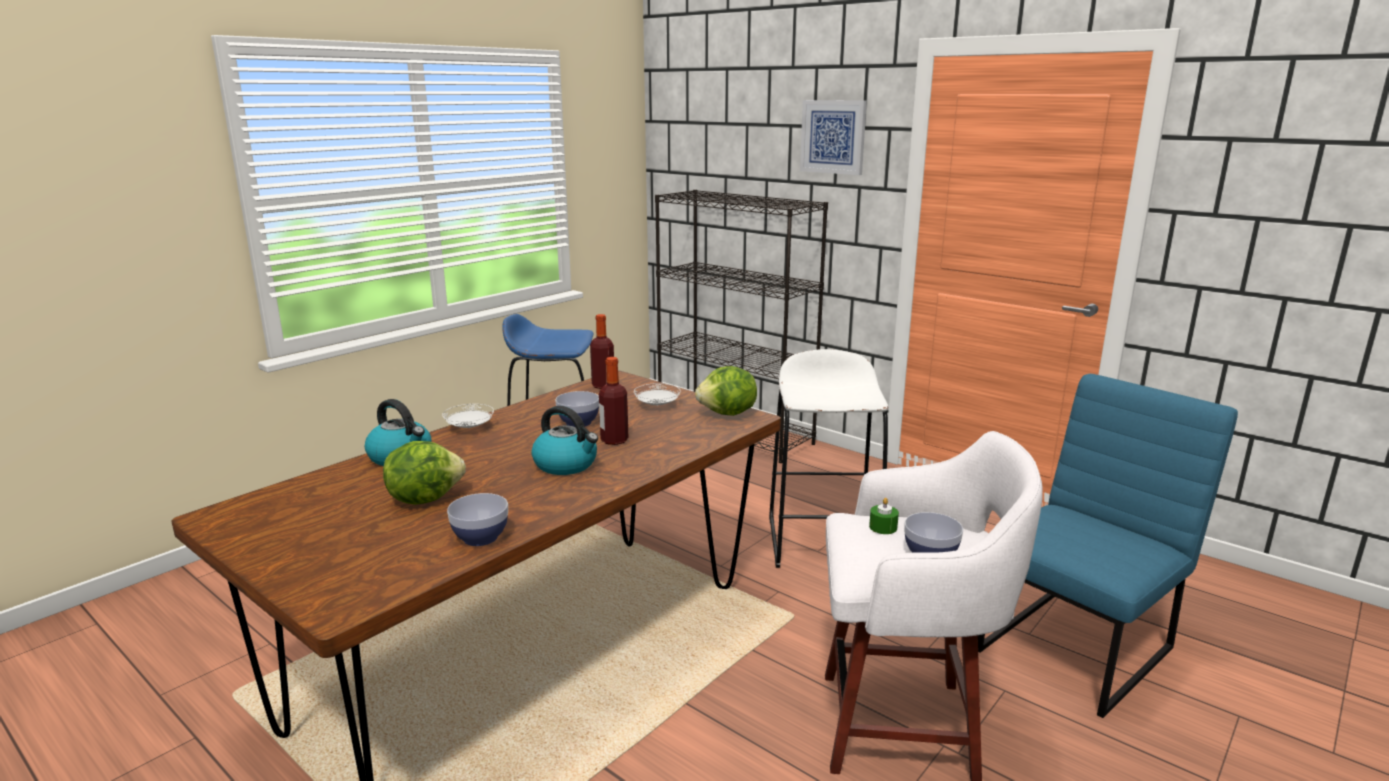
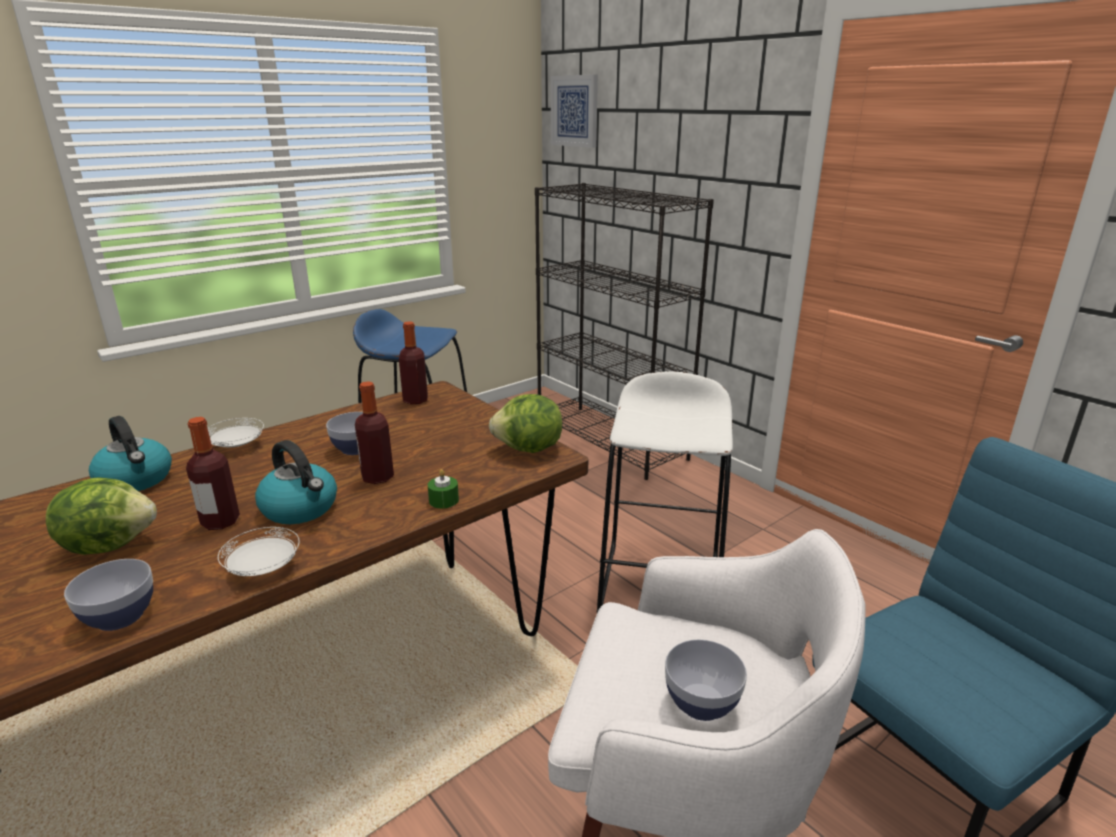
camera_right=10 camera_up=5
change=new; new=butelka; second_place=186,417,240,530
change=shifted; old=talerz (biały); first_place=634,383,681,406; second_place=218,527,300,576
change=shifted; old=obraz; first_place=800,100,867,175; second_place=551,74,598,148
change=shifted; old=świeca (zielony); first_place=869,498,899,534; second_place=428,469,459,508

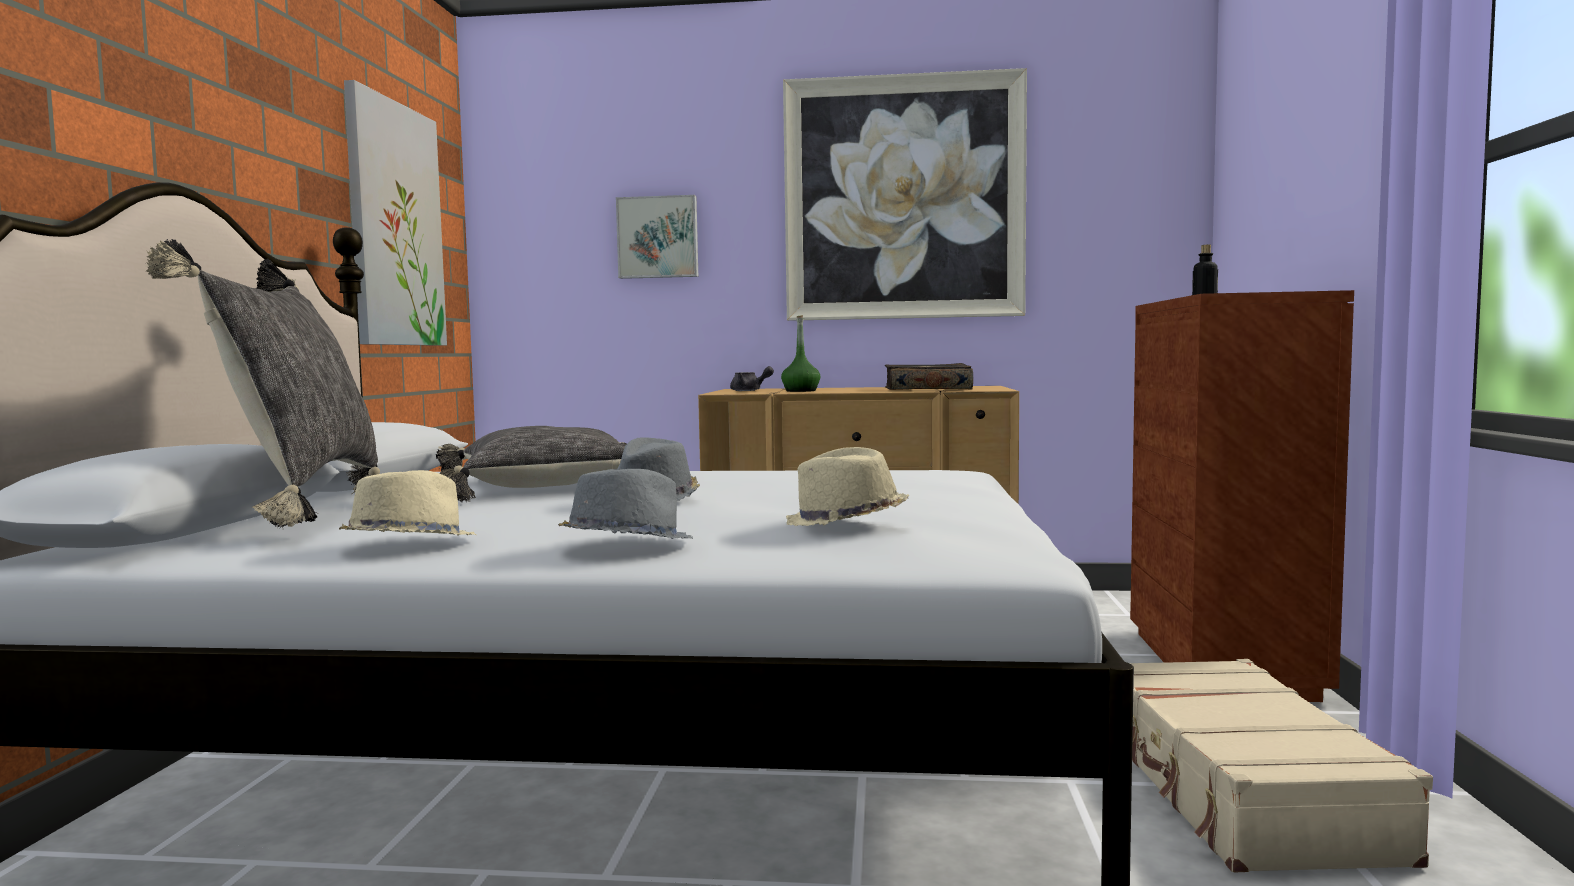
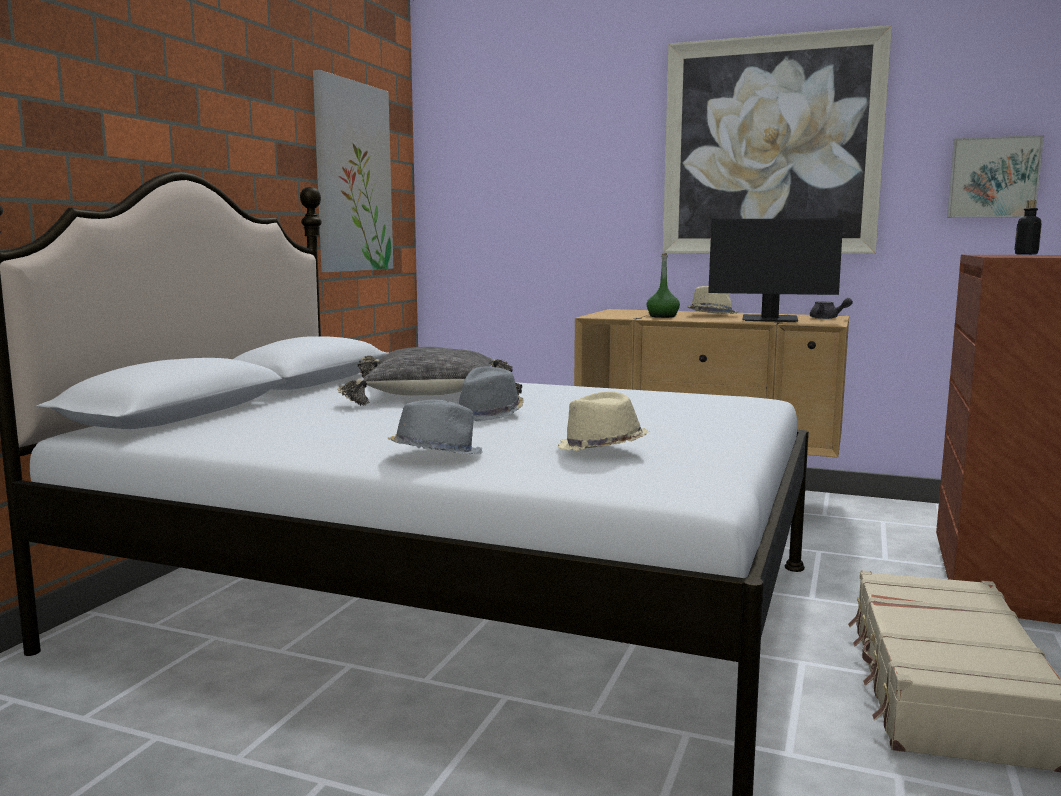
camera_right=15 camera_up=5
change=gone; old=poduszka; first_place=145,239,380,529
change=shifted; old=kapelusz (beżowy); first_place=339,470,476,535; second_place=688,286,738,314
change=shifted; old=obraz; first_place=616,195,698,279; second_place=947,135,1044,218
change=shifted; old=imbryk (szary); first_place=730,366,774,391; second_place=810,298,853,319
change=swapped; old=książka; new=monitor; first_place=885,363,973,390; second_place=708,218,843,322

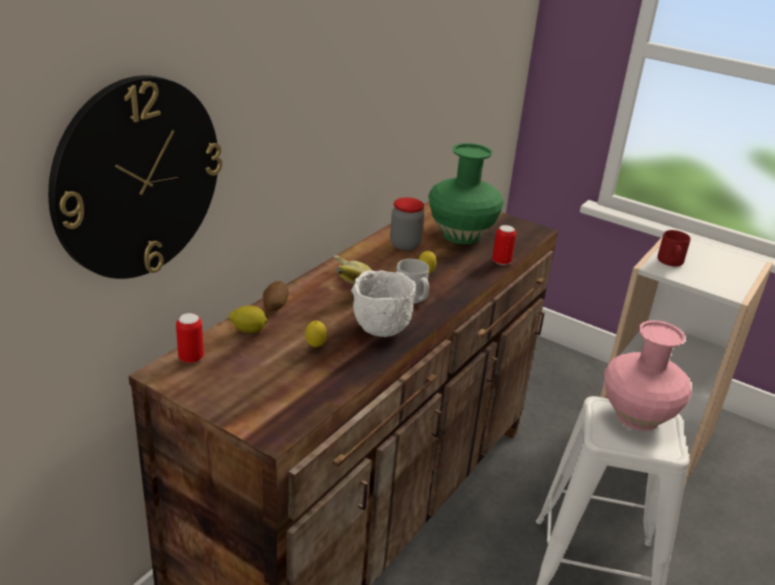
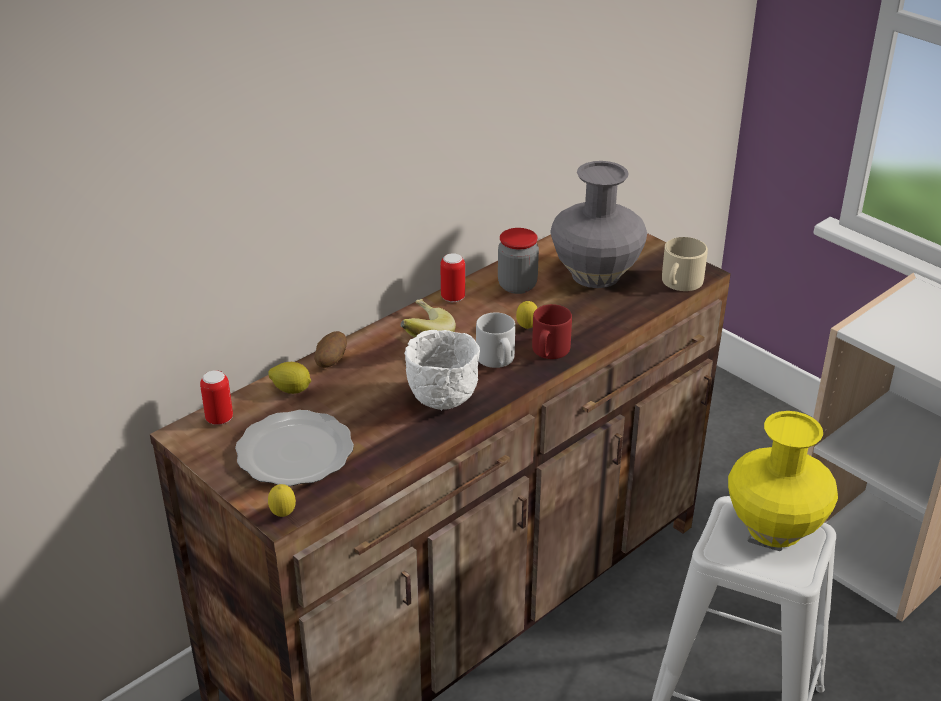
camera_right=15 camera_up=5
change=gone; old=zegar ścienny; first_place=48,75,222,279
change=new; new=talerz; second_place=235,410,354,486
change=new; new=kubek (beżowy); second_place=662,237,708,291
change=shifted; old=cytryna; first_place=305,320,327,347; second_place=268,484,296,517
change=shifted; old=puszka; first_place=492,225,516,265; second_place=440,253,465,302
change=shifted; old=kubek (czerwony); first_place=657,230,691,266; second_place=532,304,572,359
change=repainted; old=wazon (zielony); new=wazon (szary); first_place=428,143,504,244; second_place=550,161,647,288
change=repainted; old=wazon (różowy); new=wazon (żółty); first_place=604,320,692,431; second_place=728,411,838,548

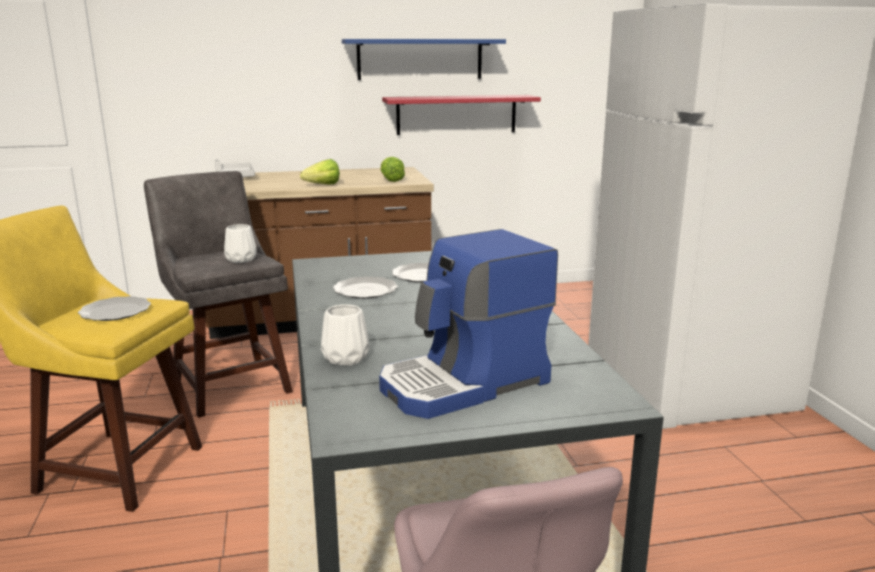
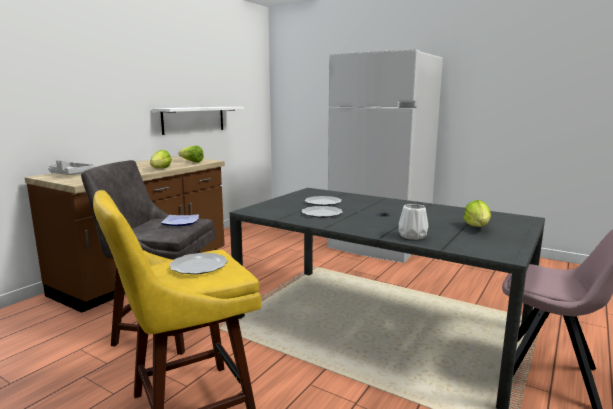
camera_right=-45 camera_up=-5
change=gone; old=półka (niebieski); first_place=342,39,506,80
change=swapped; old=wazon (biały); new=talerz; first_place=224,224,257,263; second_place=161,214,199,226
change=swapped; old=ekspres do kawy; new=sałata; first_place=379,229,558,419; second_place=463,200,491,227
change=repainted; old=półka (czerwony); new=półka (biały); first_place=382,95,541,135; second_place=152,107,244,135

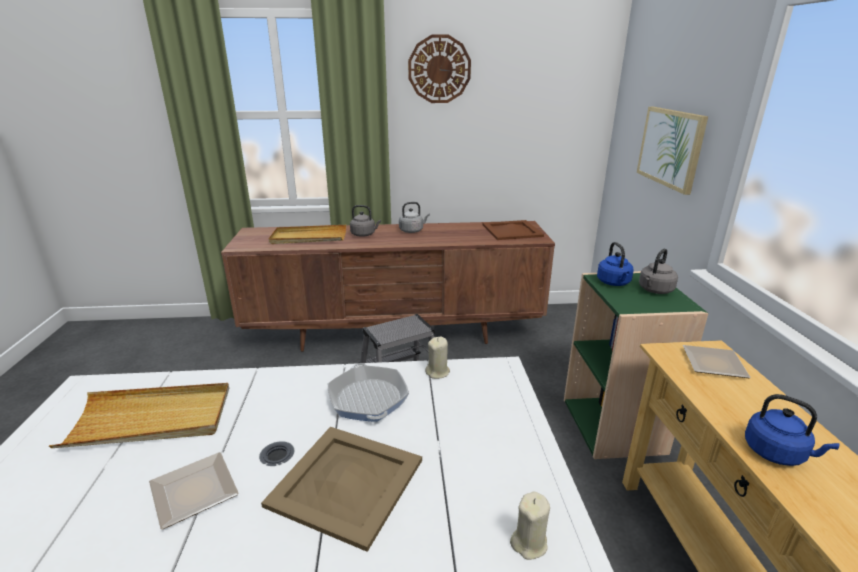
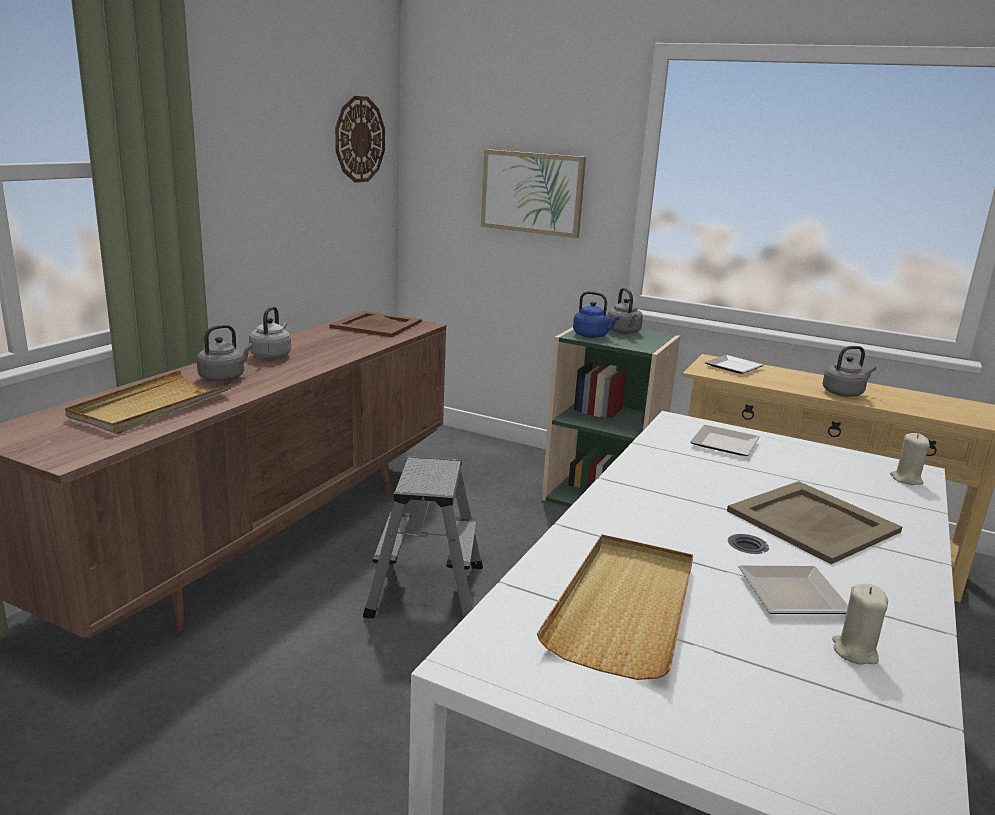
camera_right=-60 camera_up=-5
change=gone; old=patelnia; first_place=328,363,409,422
change=new; new=talerz; second_place=690,425,760,456
change=shifted; old=zegar ścienny; first_place=408,35,471,103; second_place=335,96,385,183
change=shifted; old=świeca (beżowy); first_place=425,337,450,379; second_place=832,584,888,665
change=repainted; old=czajnik (niebieski); new=czajnik (szary); first_place=745,394,840,466; second_place=822,346,876,397

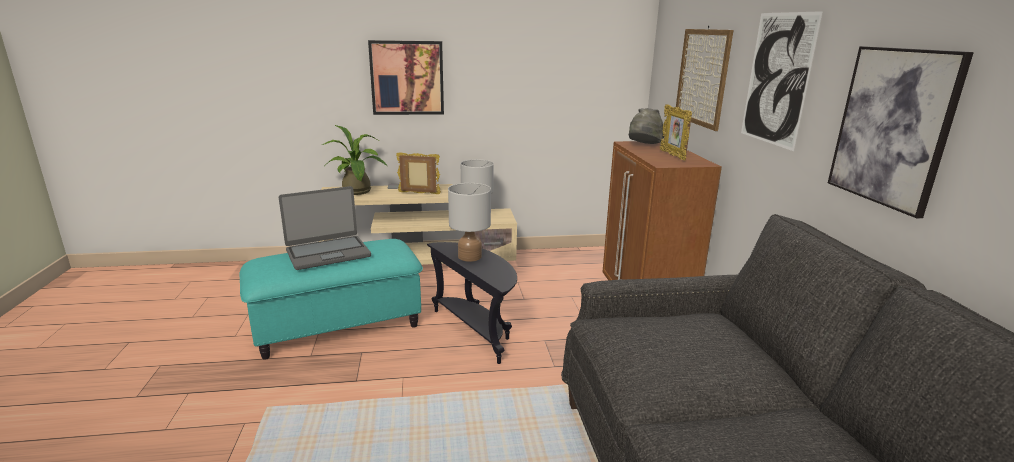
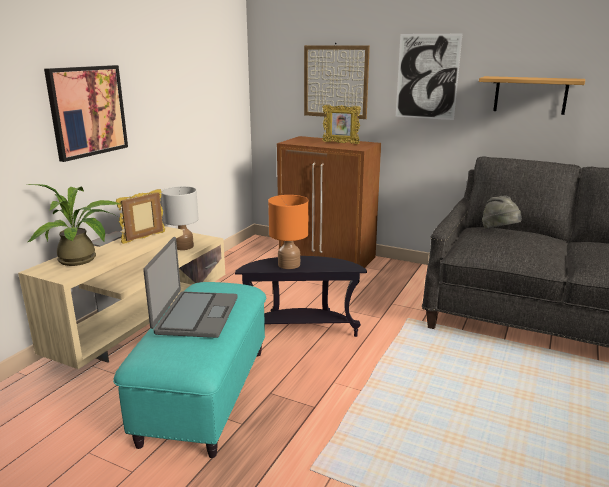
camera_right=-55 camera_up=0
change=shifted; old=kapelusz (szary); first_place=629,108,664,144; second_place=482,195,522,229
change=swapped; old=obraz; new=półka; first_place=828,46,974,218; second_place=479,76,585,115
change=repainted; old=lampa stołowa (szary); new=lampa stołowa (pomarańczowy); first_place=448,183,491,262; second_place=268,195,309,269

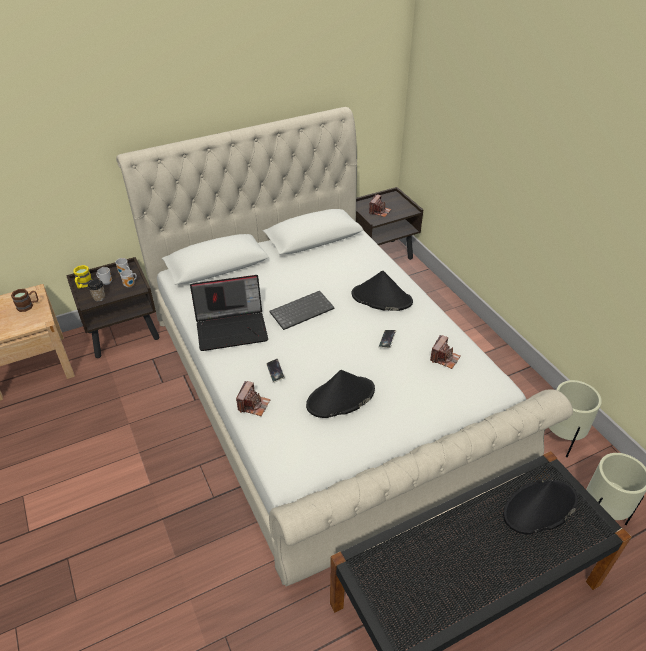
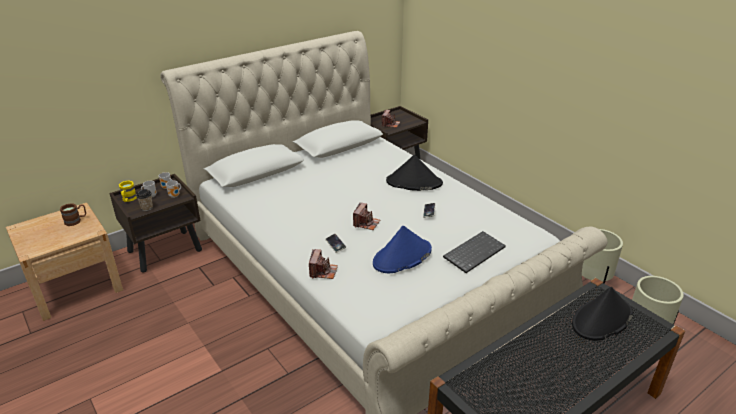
camera_right=-10 camera_up=-10
change=gone; old=laptop; first_place=190,275,268,351
change=shifted; old=klawiatura; first_place=269,291,335,330; second_place=443,231,506,273
change=shifted; old=aparat fotograficzny; first_place=430,335,461,369; second_place=353,203,380,230
change=repainted; old=kapelusz (czarny); new=kapelusz (niebieski); first_place=306,370,375,418; second_place=373,225,432,273

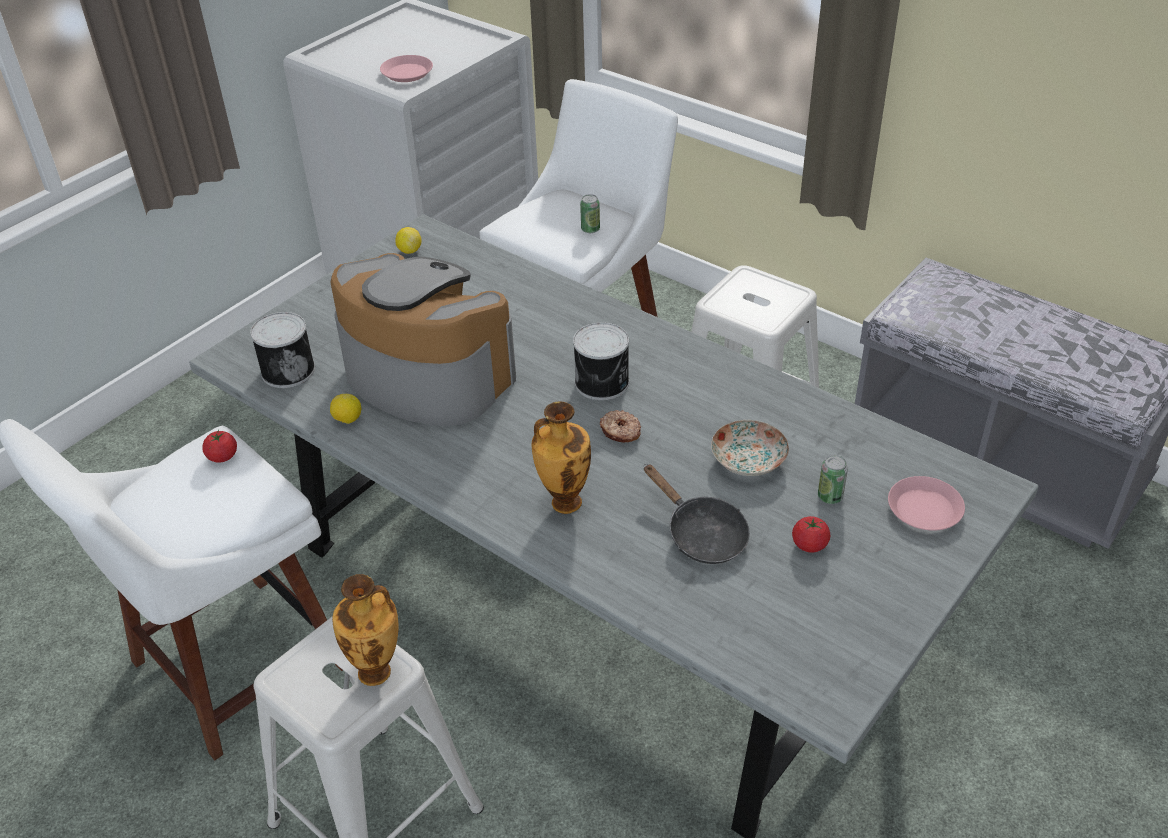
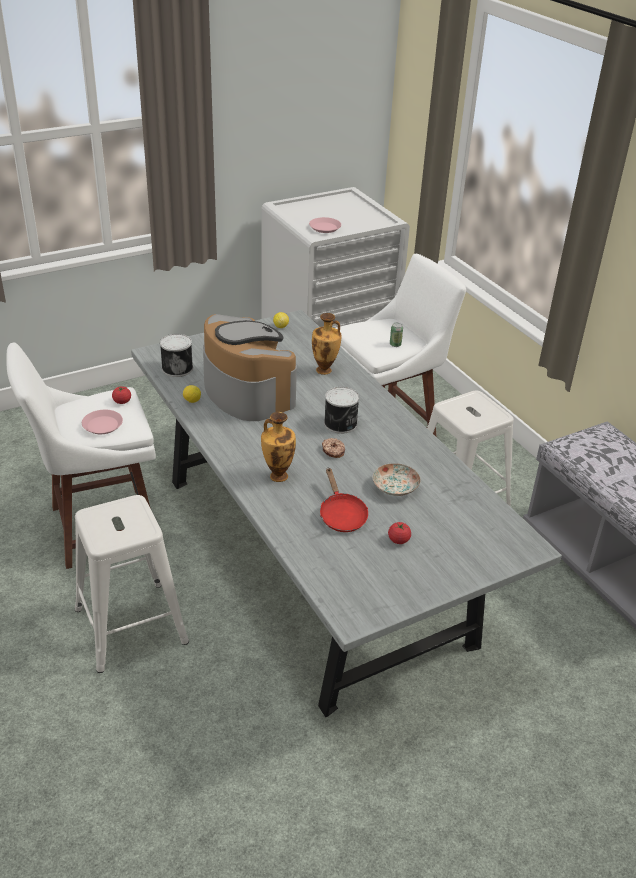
camera_right=20 camera_up=-5
change=gone; old=puszka; first_place=818,455,848,504
change=shifted; old=wazon; first_place=332,574,399,686; second_place=312,313,342,375
change=shifted; old=talerz (różowy); first_place=888,476,965,531; second_place=82,410,123,434
change=repainted; old=patelnia (czarny); new=patelnia (czerwony); first_place=644,464,750,564; second_place=320,468,368,532

